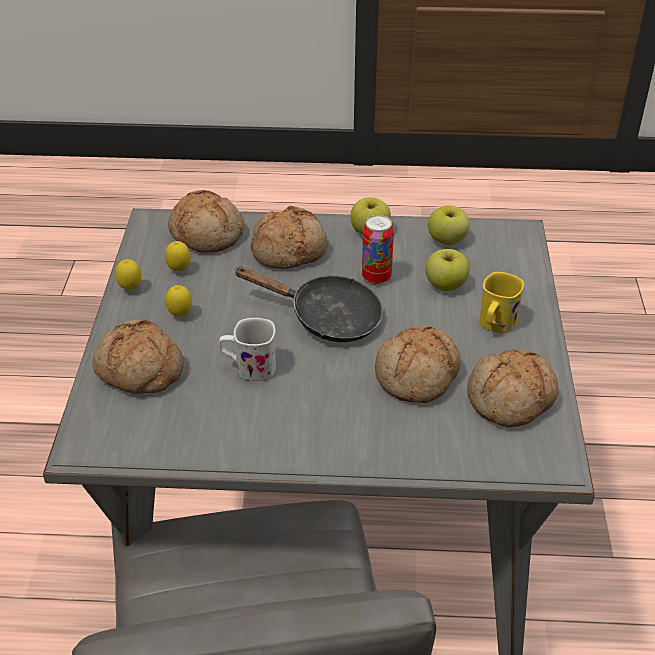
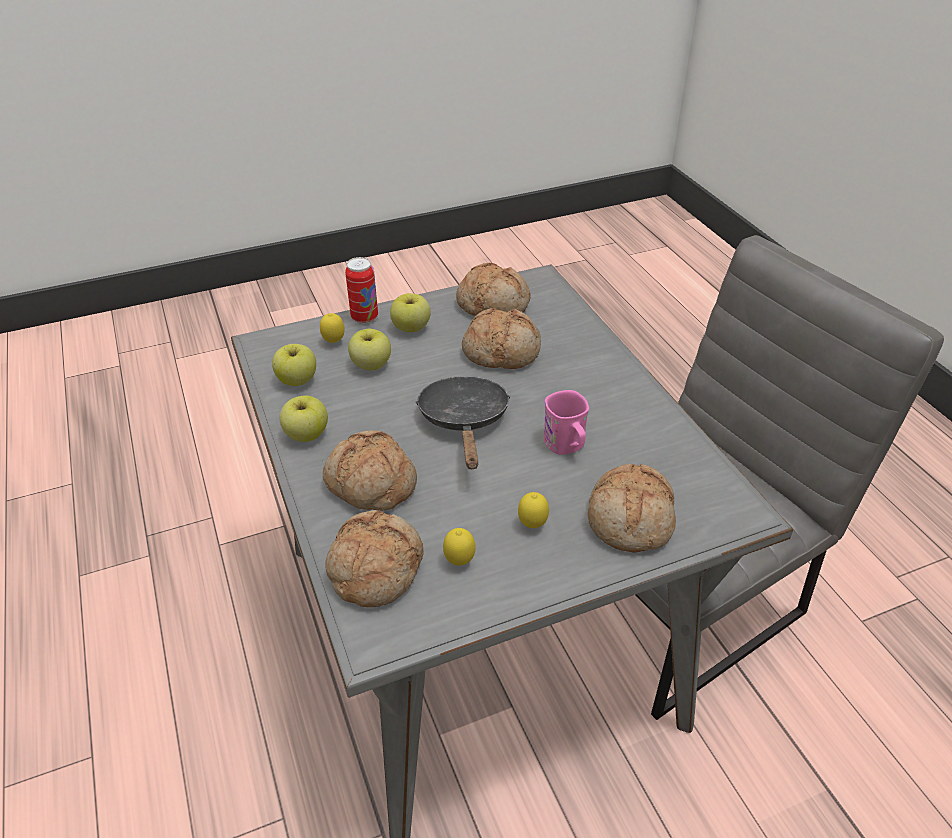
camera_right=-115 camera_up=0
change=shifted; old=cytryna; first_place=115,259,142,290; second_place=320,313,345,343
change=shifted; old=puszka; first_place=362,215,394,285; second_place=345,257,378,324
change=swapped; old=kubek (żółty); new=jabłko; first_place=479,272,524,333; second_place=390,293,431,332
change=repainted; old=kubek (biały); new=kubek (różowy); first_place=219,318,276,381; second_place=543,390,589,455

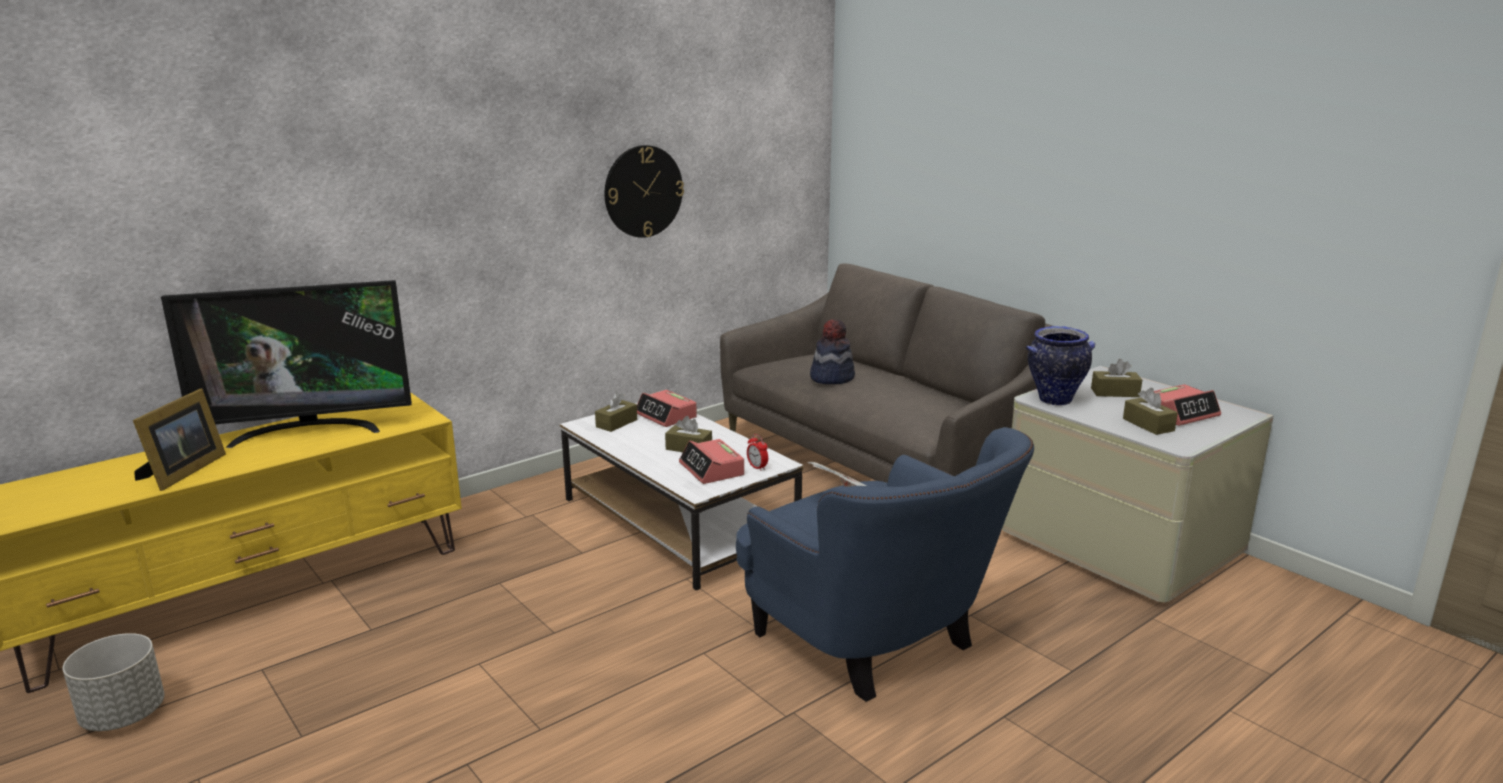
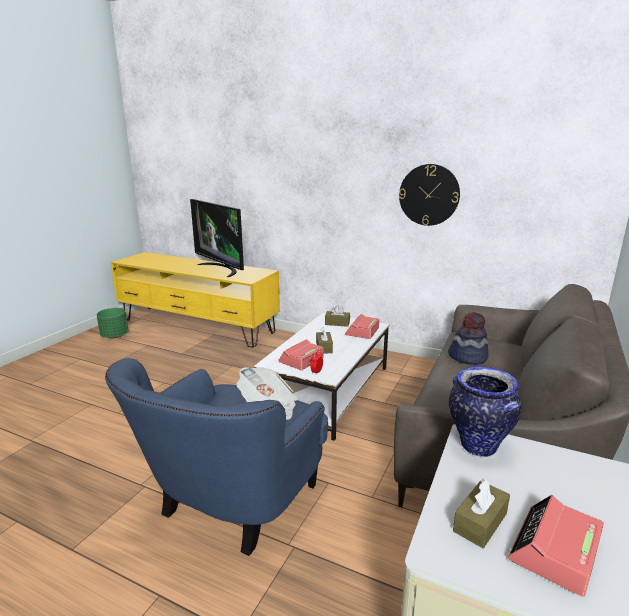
camera_right=65 camera_up=0
change=gone; old=ramka na zdjęcie; first_place=133,389,226,491
change=gone; old=pudełko chusteczek (brązowy); first_place=1091,359,1142,397
change=repainted; old=donica (szary); new=donica (zielony); first_place=63,633,164,731; second_place=97,308,129,338
change=rotated; old=budzik; first_place=1154,384,1221,426; second_place=508,495,604,597; degrees=90

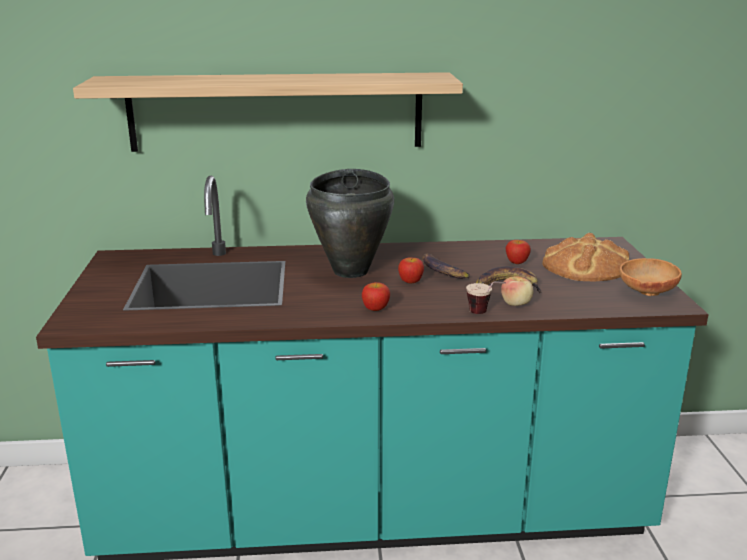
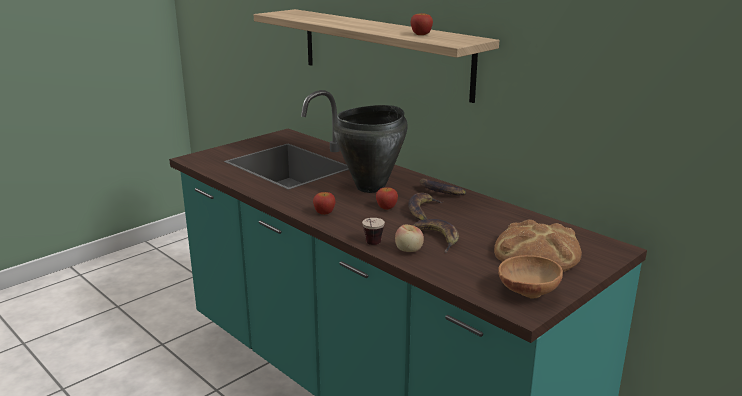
camera_right=50 camera_up=0
change=new; new=banan; second_place=420,178,466,195
change=shifted; old=jabłko; first_place=506,240,531,264; second_place=411,13,433,35

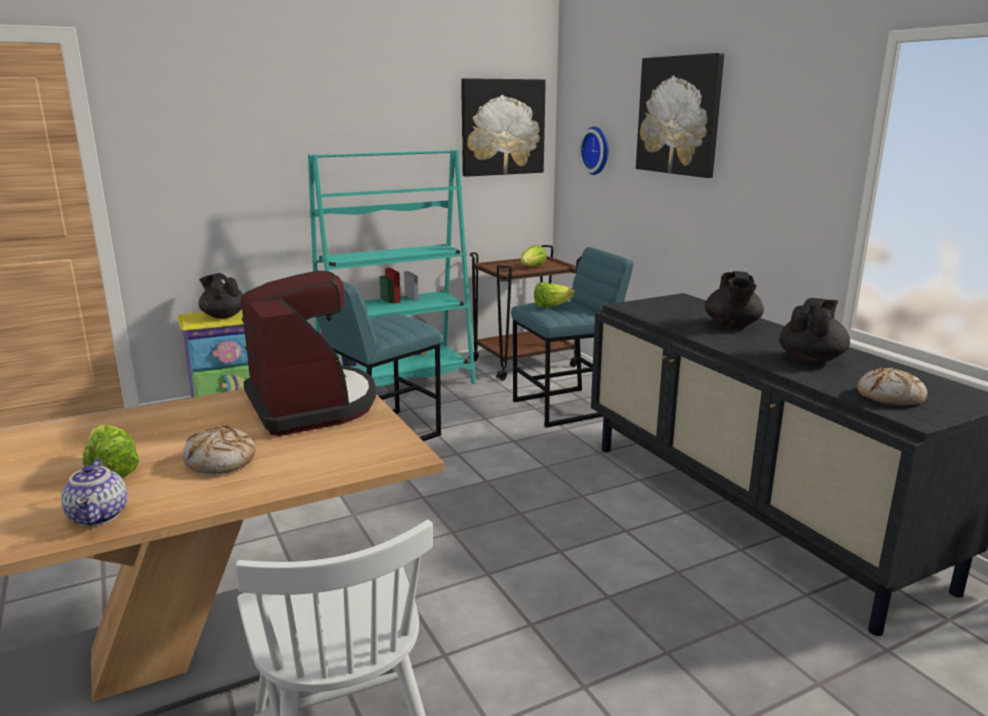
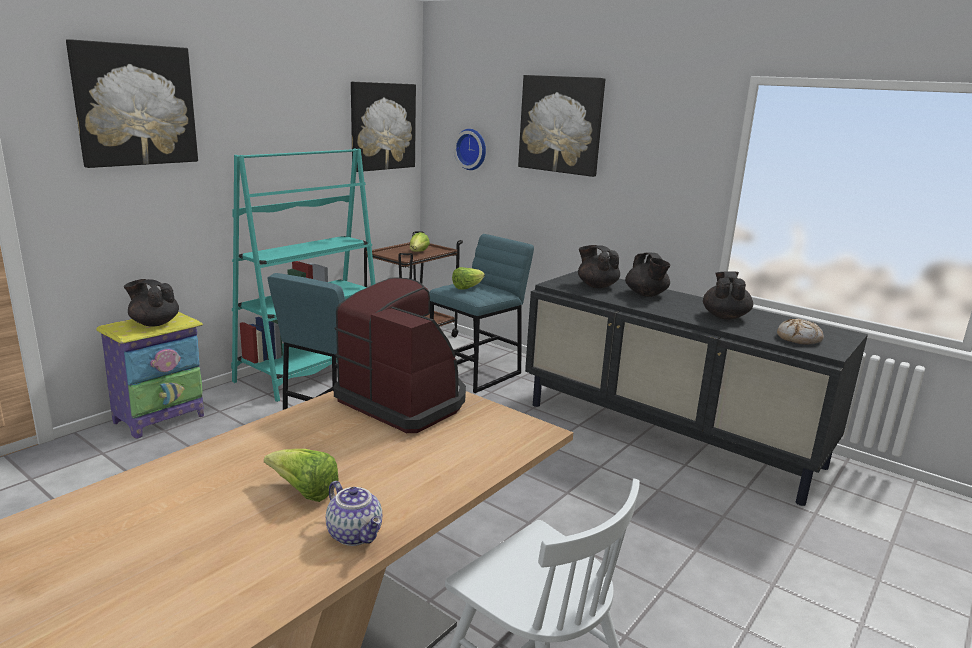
camera_right=-25 camera_up=0
change=gone; old=chleb; first_place=183,426,256,474
change=new; new=obraz; second_place=66,39,198,168
change=new; new=imbryk (czarny); second_place=578,245,620,288

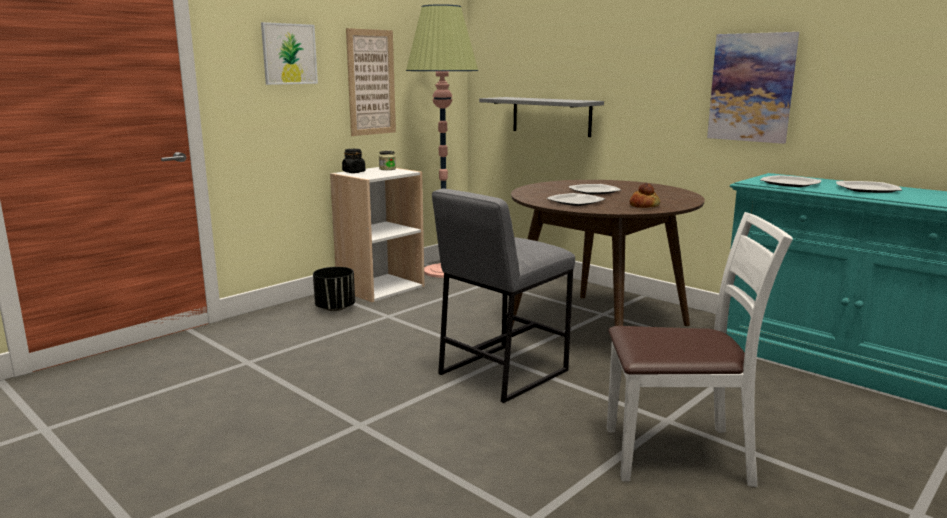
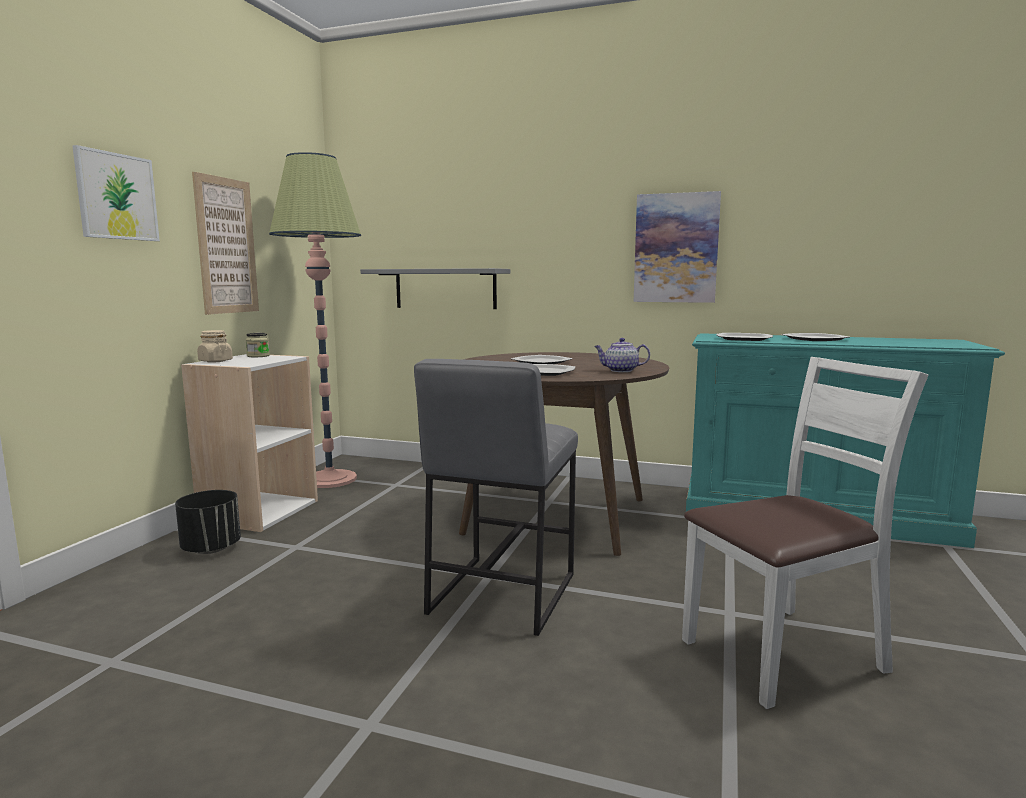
camera_right=-25 camera_up=-5
change=swapped; old=chleb; new=imbryk; first_place=630,183,660,208; second_place=594,338,650,372
change=repainted; old=słoik (czarny); new=słoik (beżowy); first_place=342,149,365,173; second_place=197,330,233,362

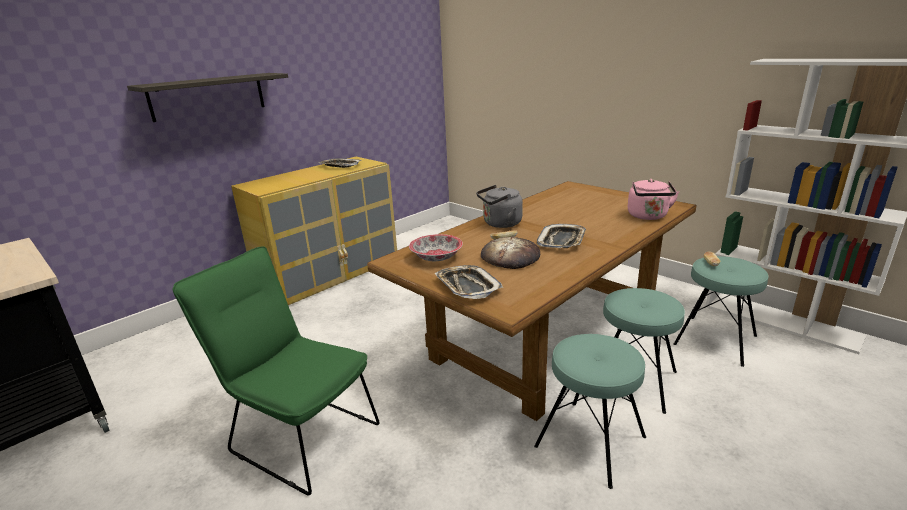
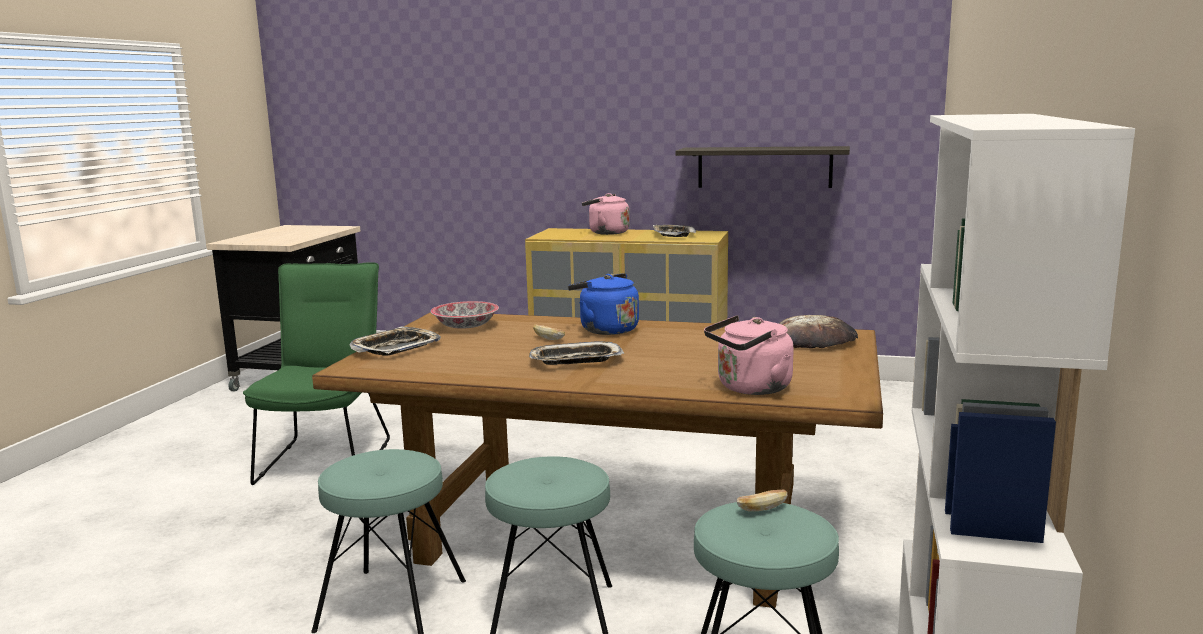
camera_right=60 camera_up=-10
change=new; new=czajnik (różowy); second_place=582,193,630,235
change=shifted; old=półka; first_place=127,73,288,122; second_place=675,146,850,188
change=shifted; old=chleb; first_place=481,237,540,269; second_place=779,315,858,348
change=repainted; old=czajnik (szary); new=czajnik (niebieski); first_place=476,185,523,228; second_place=568,273,639,335

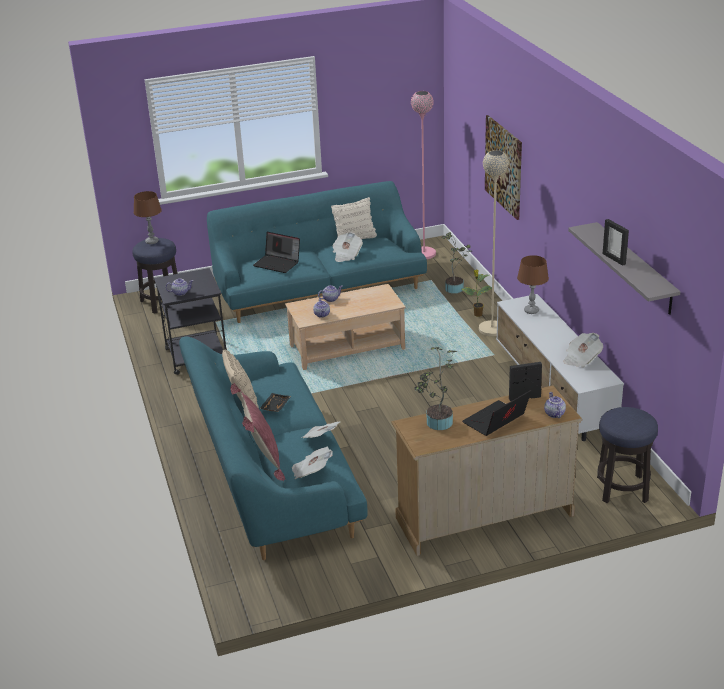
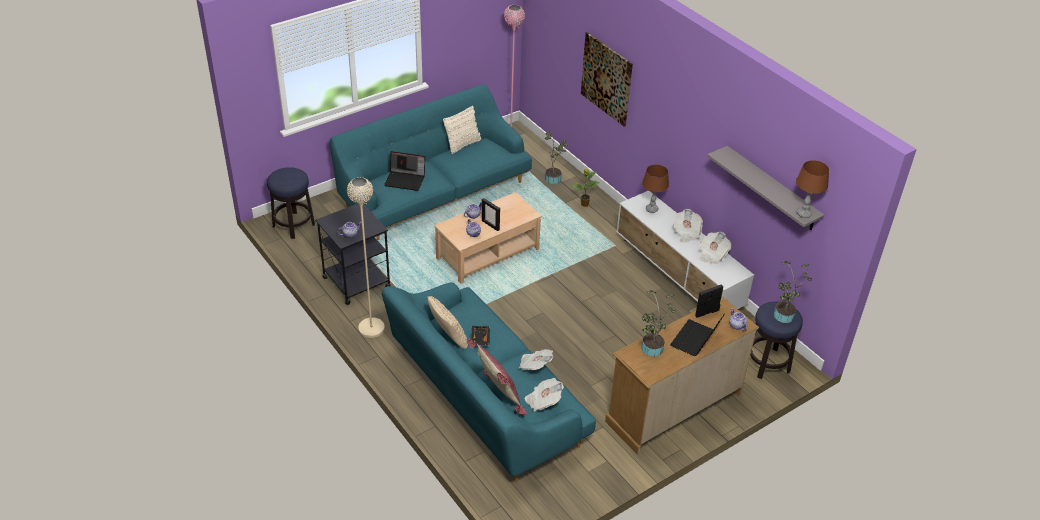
camera_right=-20 camera_up=10
change=new; new=roślina doniczkowa; second_place=774,261,812,323
change=shifted; old=lampa stołowa (brązowy); first_place=134,191,162,244; second_place=796,160,829,218
change=shifted; old=gazeta; first_place=332,232,363,262; second_place=673,209,703,243
change=shifted; old=lampa stojąca (beżowy); first_place=479,150,509,336; second_place=347,177,385,338
change=shifted; old=ramka na zdjęcie; first_place=603,219,629,266; second_place=482,198,500,231

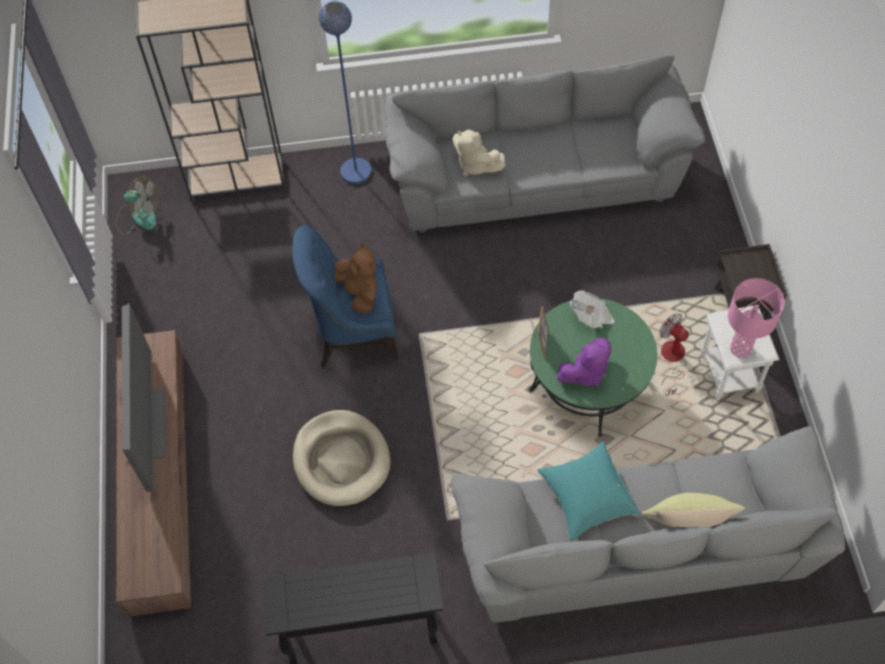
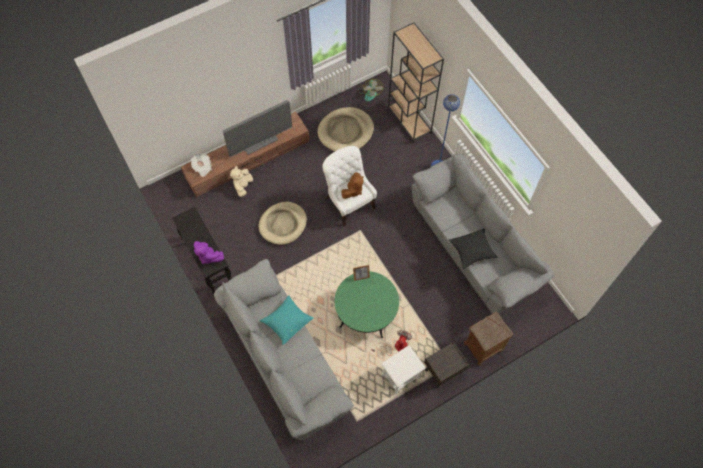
camera_right=65 camera_up=5
change=gone; old=poduszka (żółty); first_place=641,493,745,527
change=gone; old=lampa stołowa (różowy); first_place=728,278,785,358
change=new; new=legowisko (beżowy); second_place=317,107,374,152
change=new; new=poduszka (czarny); second_place=449,229,498,269
change=new; new=szafka nocna (brązowy); second_place=464,312,514,365
change=shifted; old=pluszak (beżowy); first_place=452,130,505,176; second_place=230,166,253,197
change=shifted; old=pluszak (fioletowy); first_place=557,337,612,387; second_place=194,241,224,264
change=shifted; old=gazeta; first_place=570,290,614,329; second_place=191,153,212,177
change=repainted; old=fotel (niebieski); new=fotel (biały); first_place=292,225,399,369; second_place=322,146,377,227

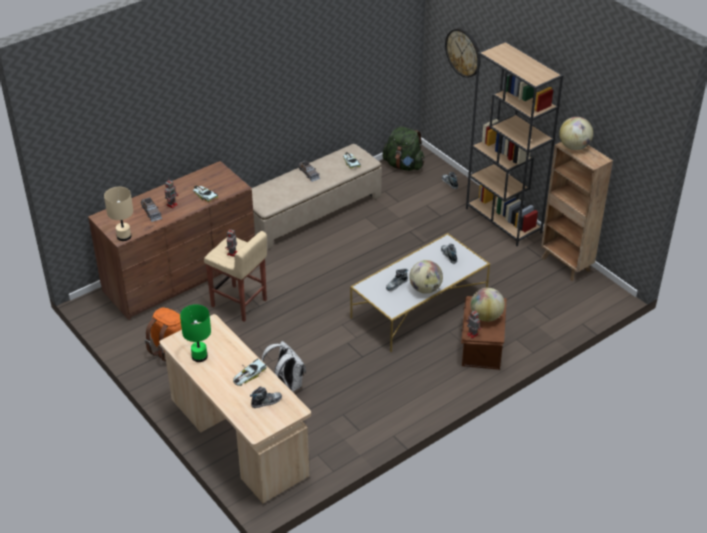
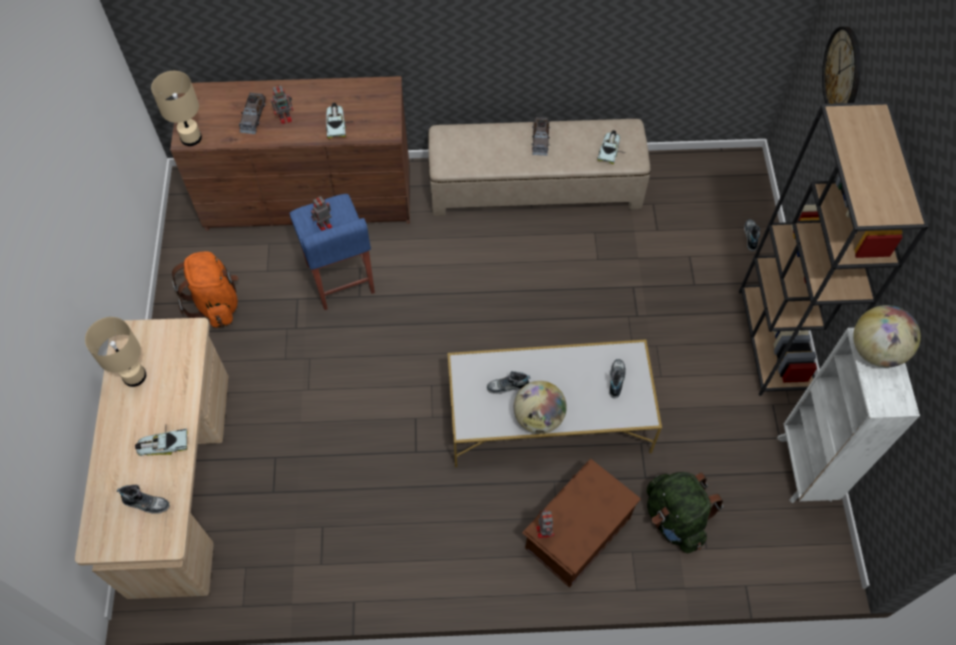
camera_right=35 camera_up=20
change=gone; old=plecak (biały); first_place=261,341,306,392
change=gone; old=globus; first_place=470,288,505,322
change=shifted; old=plecak (zielony); first_place=383,126,424,171; second_place=647,472,723,553
change=repainted; old=lampa stołowa (zielony); new=lampa stołowa (beżowy); first_place=180,304,211,362; second_place=85,317,146,387
change=repainted; old=stołek (beżowy); new=stołek (niebieski); first_place=204,231,267,322; second_place=290,194,375,310
change=repainted; old=regał (brązowy); new=regał (biały); first_place=541,142,613,281; second_place=777,328,920,503

